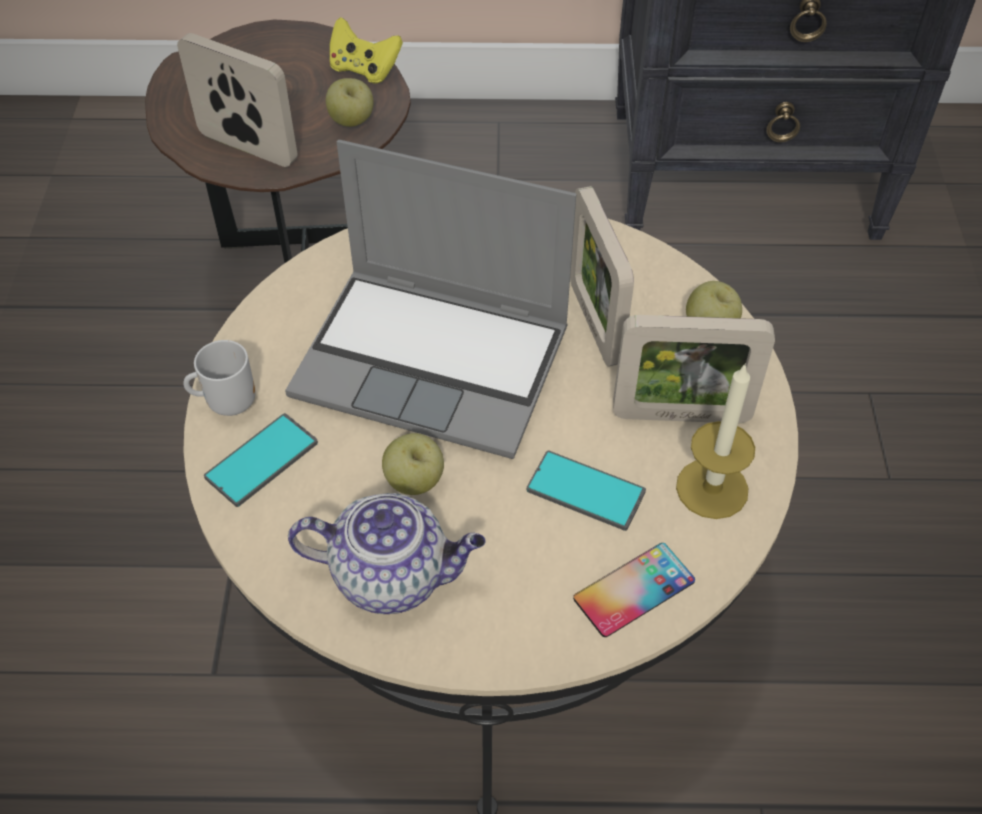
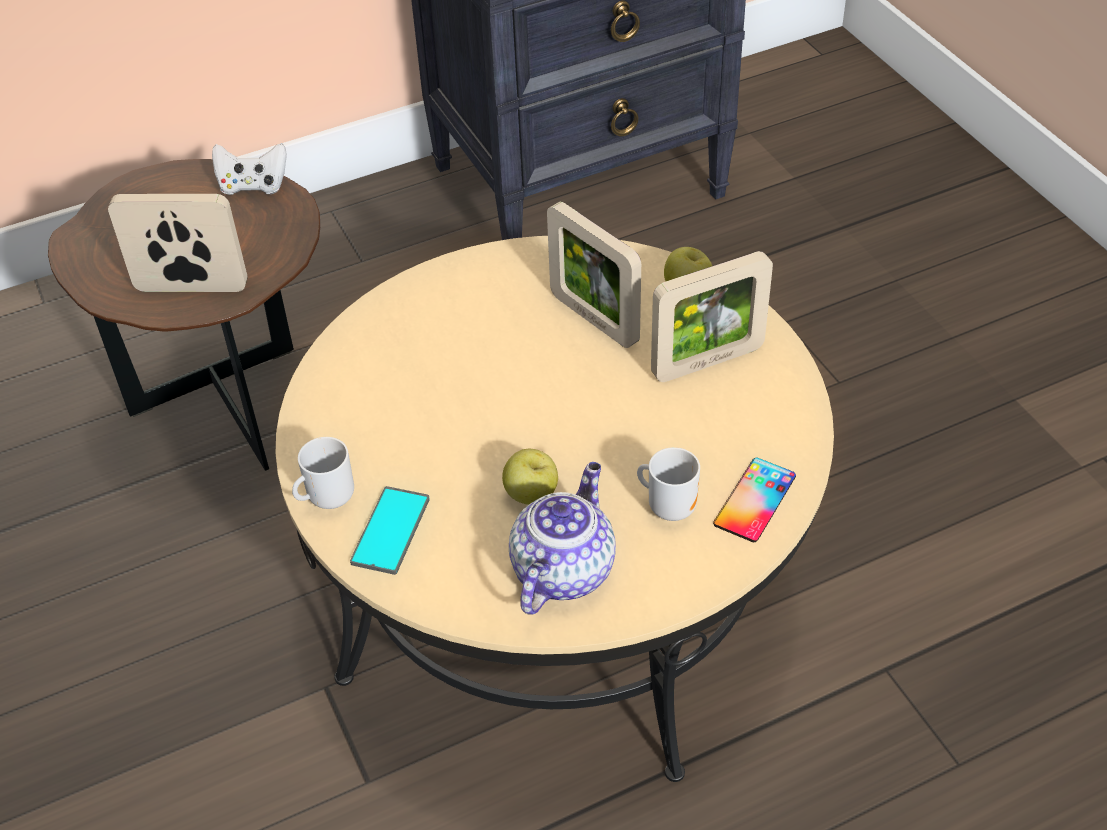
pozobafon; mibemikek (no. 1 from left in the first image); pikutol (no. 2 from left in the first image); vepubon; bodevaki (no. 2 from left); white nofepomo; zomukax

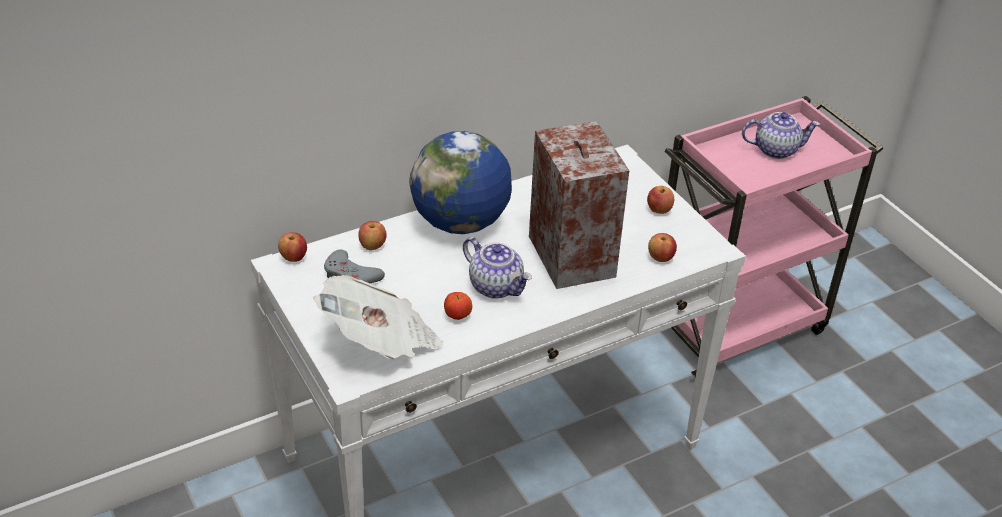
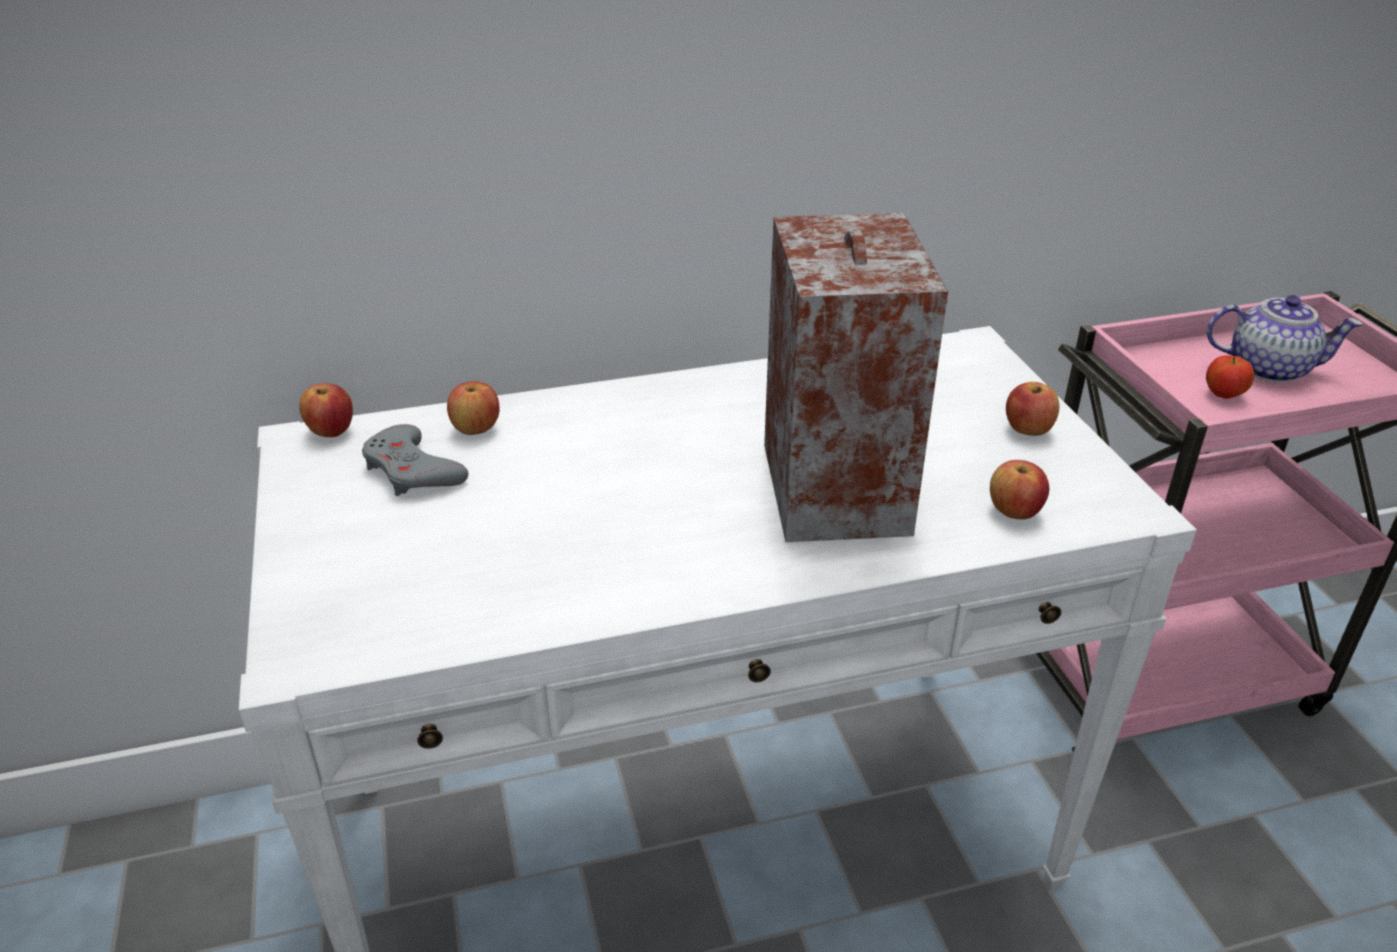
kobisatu; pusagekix; zomukax (no. 1 from left in the first image); mibemikek (no. 5 from left)

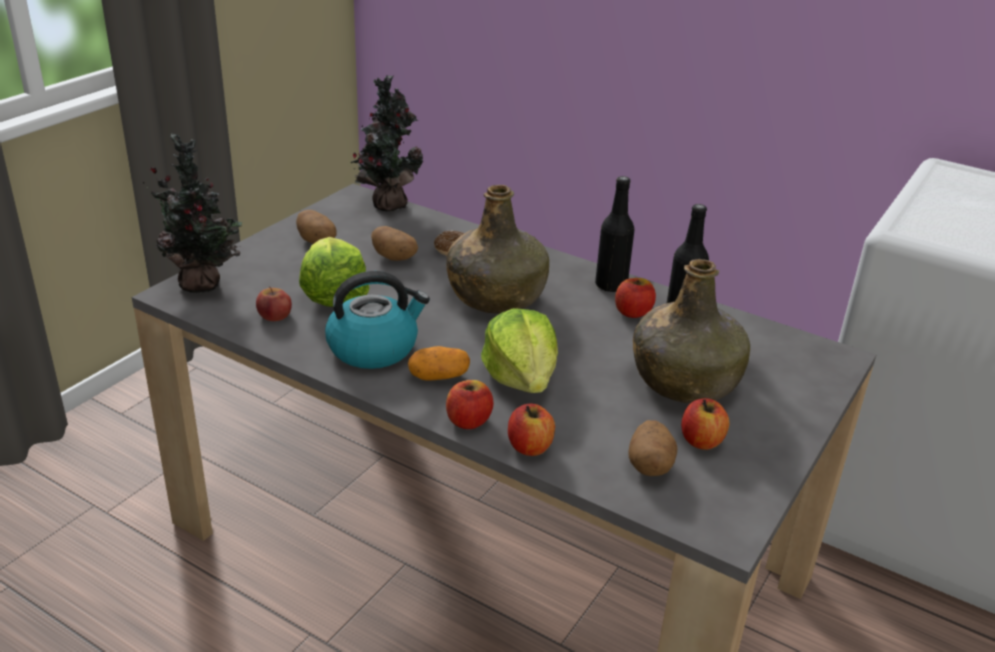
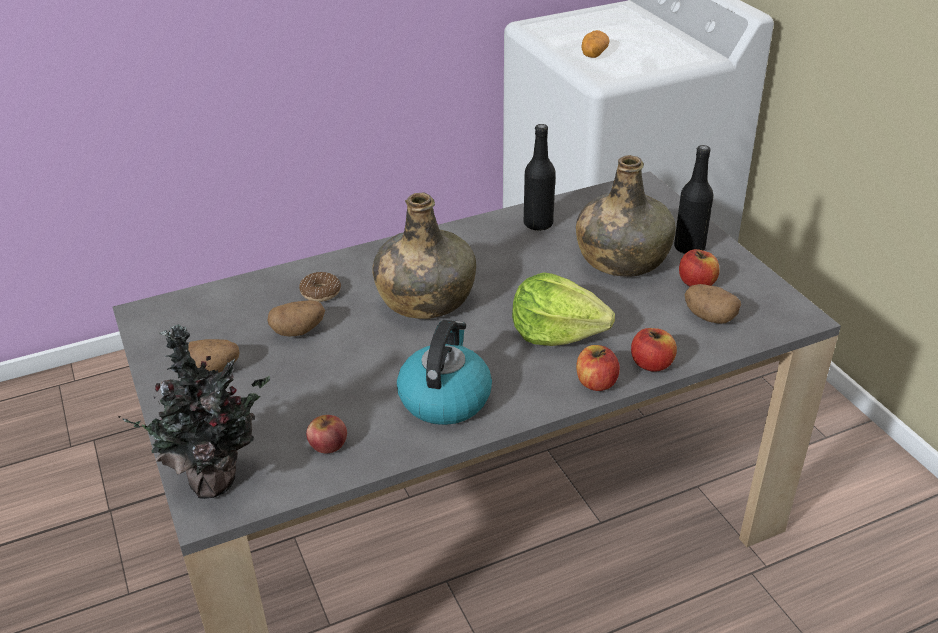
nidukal (no. 1 from left in the first image); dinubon (no. 2 from left in the first image); mibemikek (no. 4 from left in the first image); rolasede (no. 3 from left); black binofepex (no. 2 from left)

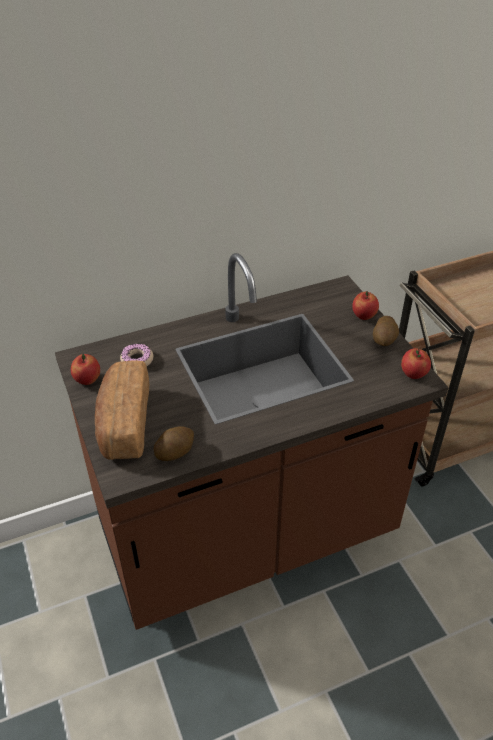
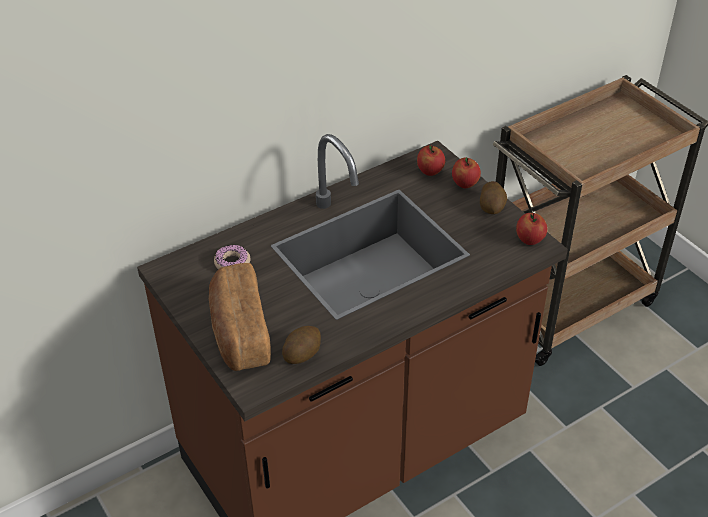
mibemikek (no. 1 from left)

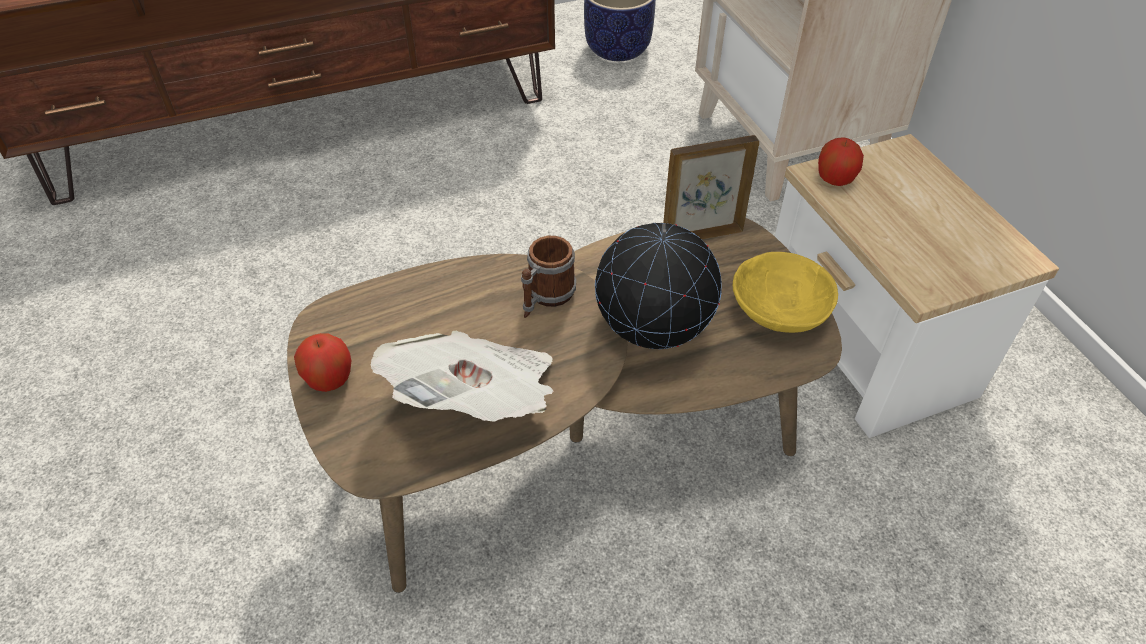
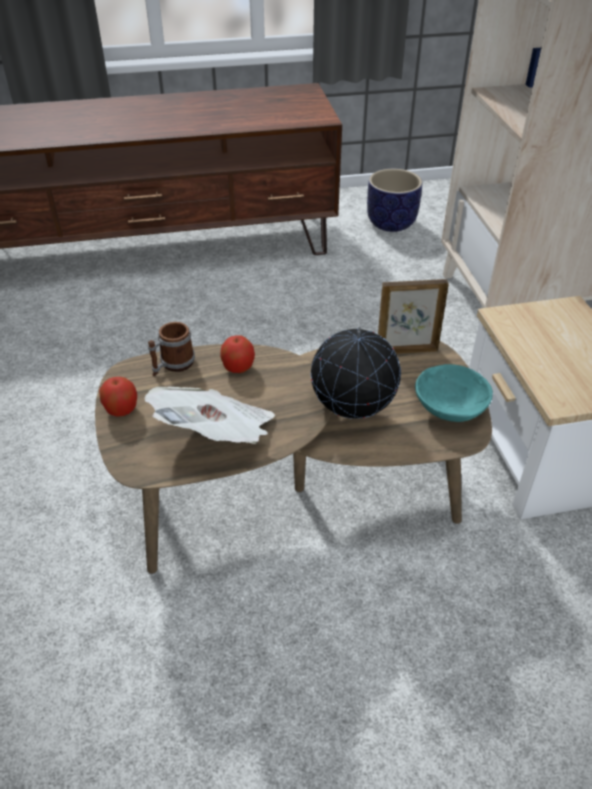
bodevaki; mibemikek (no. 2 from left); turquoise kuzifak

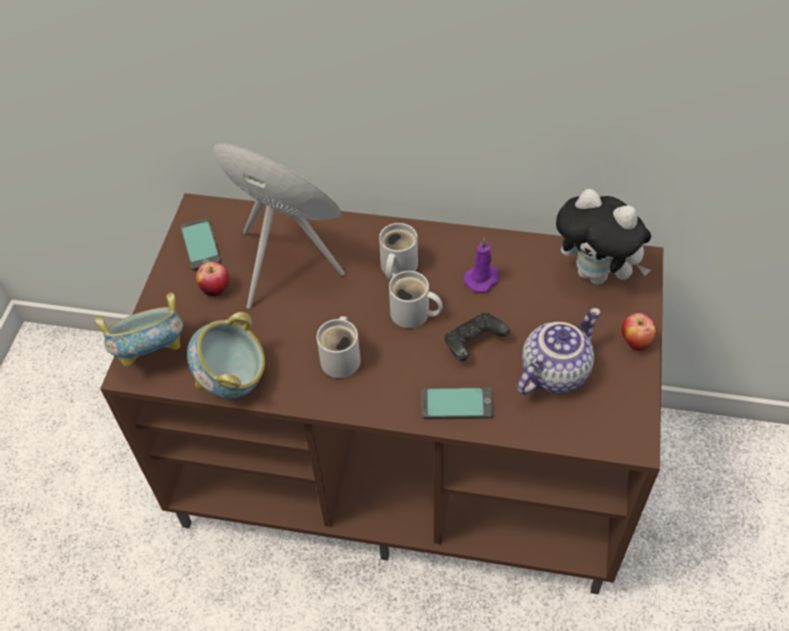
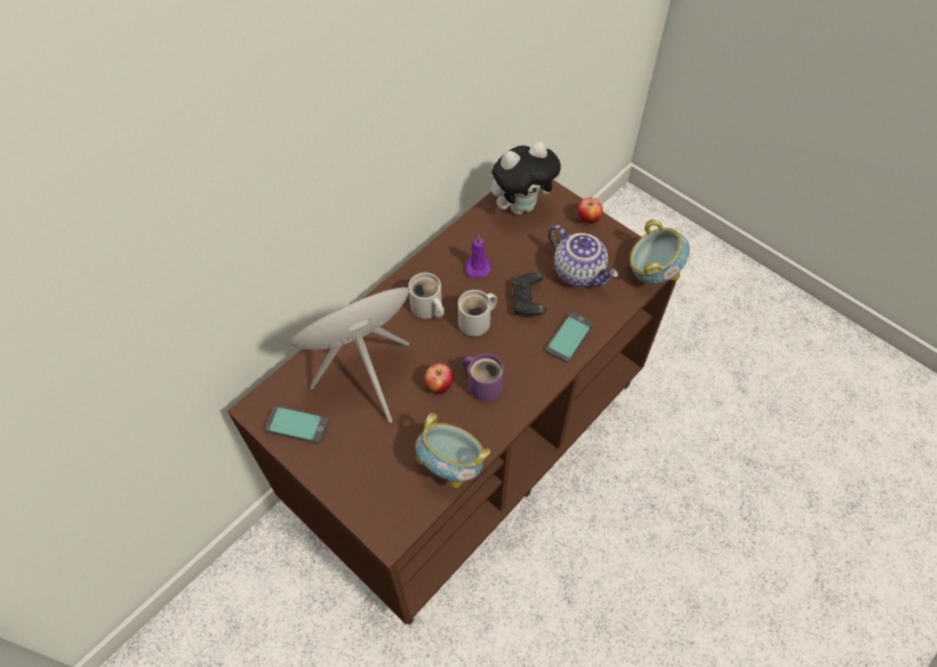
kuzifak (no. 2 from left); mibemikek (no. 1 from left); purple bodevaki; zomukax

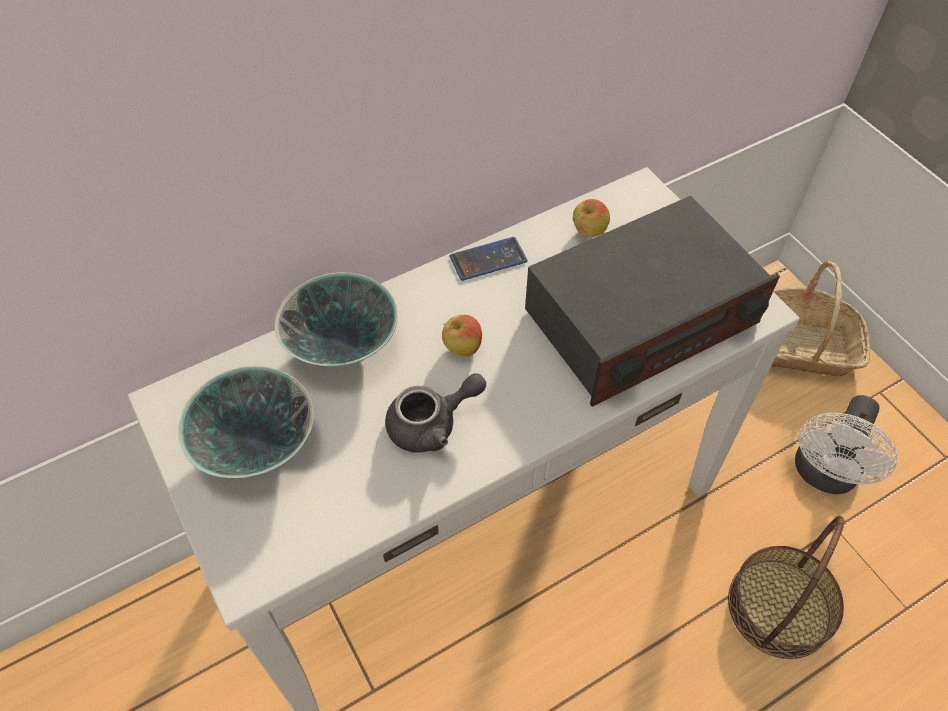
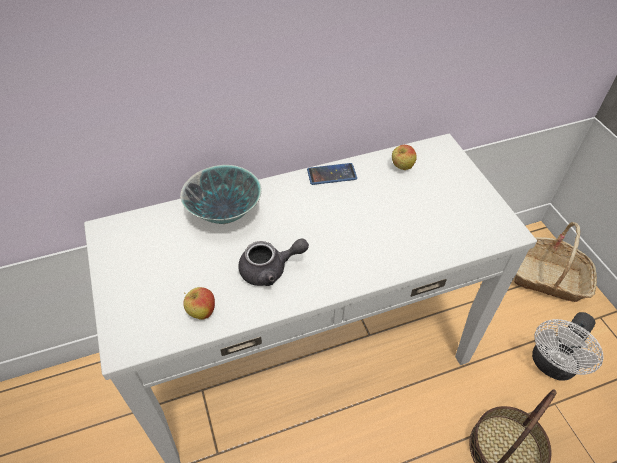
kuzifak (no. 1 from left in the first image); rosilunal; mibemikek (no. 1 from left)

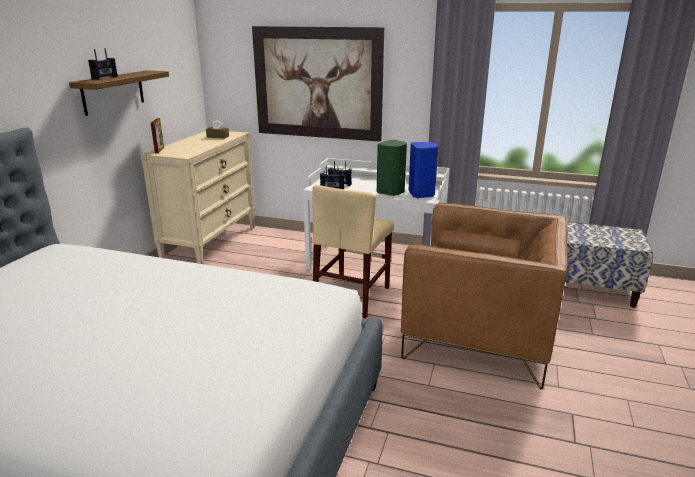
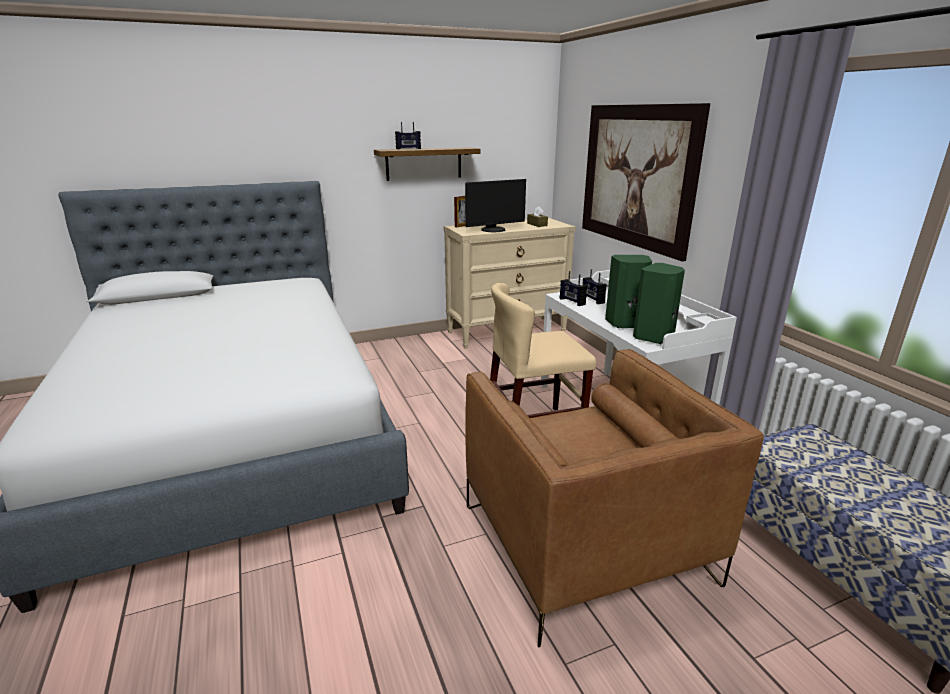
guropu; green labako (no. 2 from left)

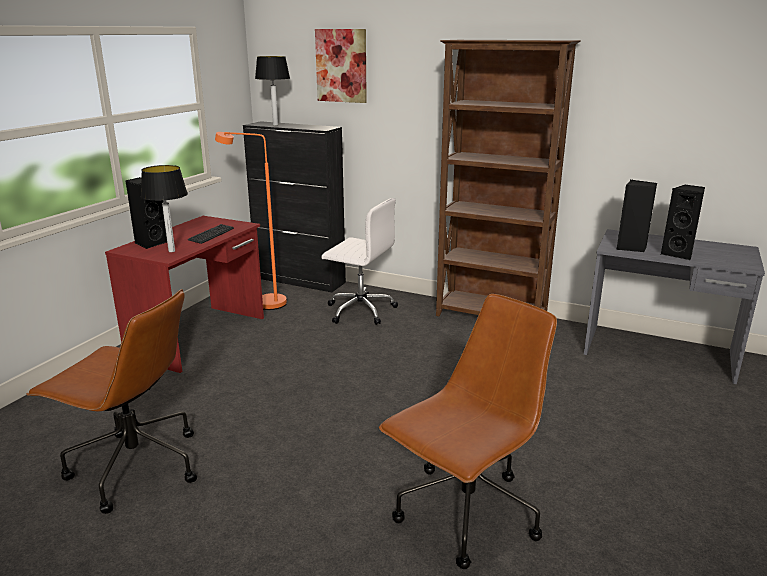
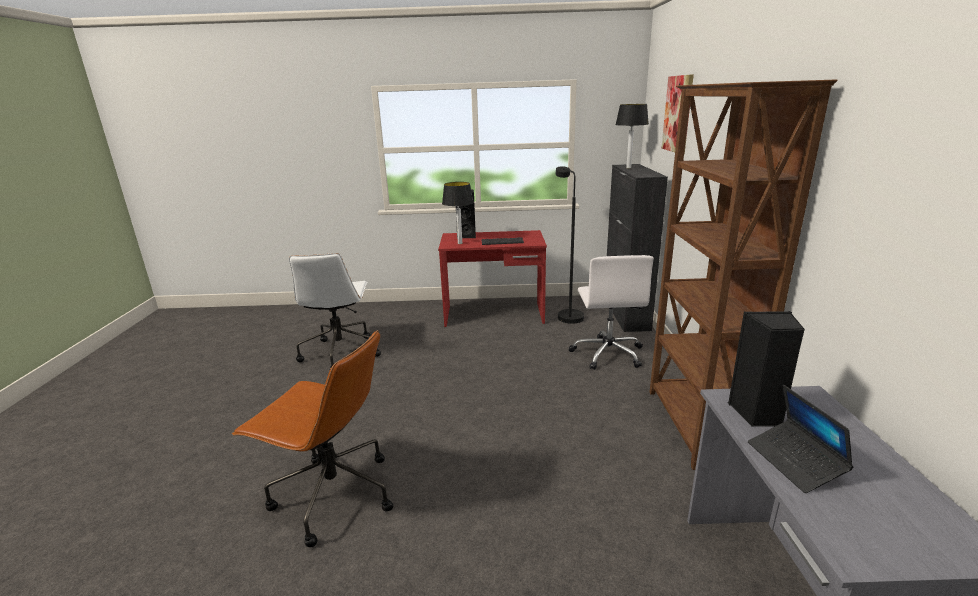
pozobafon; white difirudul (no. 1 from left); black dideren

